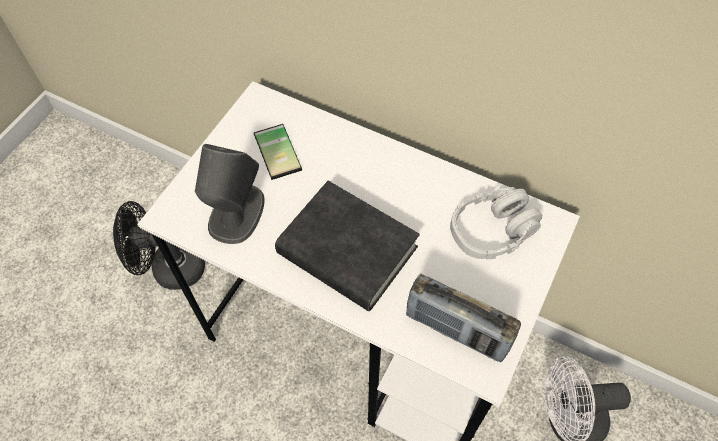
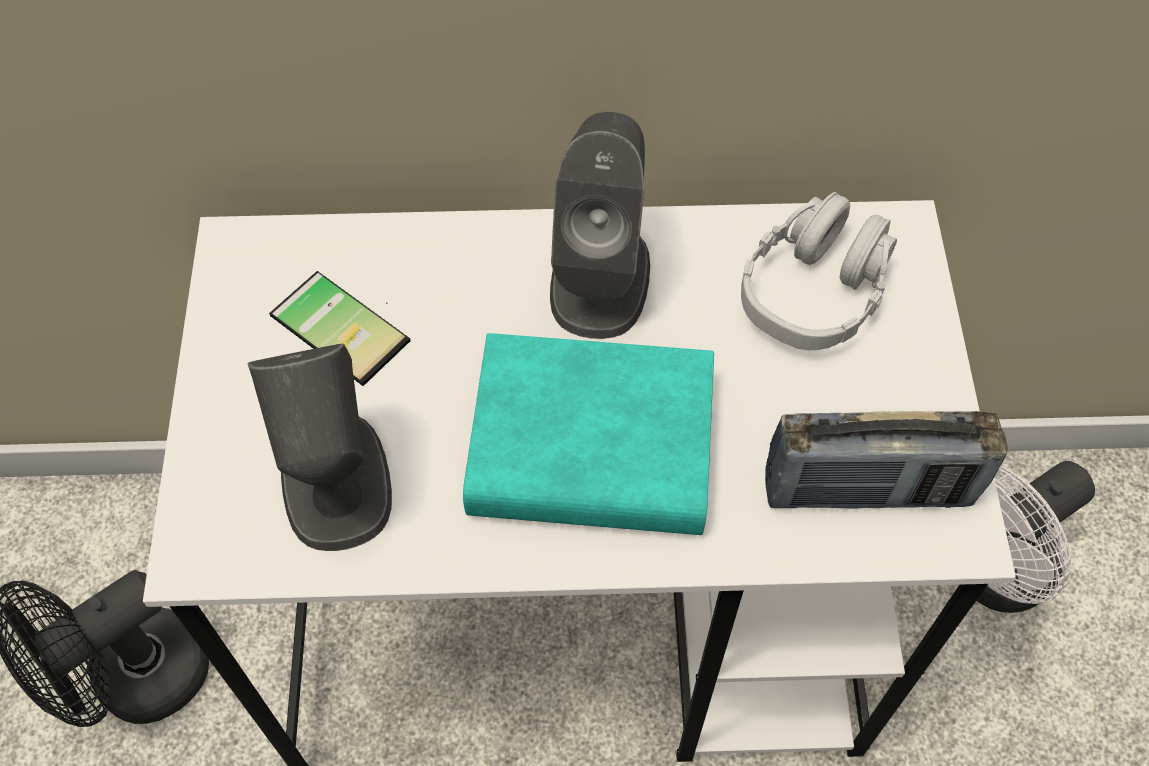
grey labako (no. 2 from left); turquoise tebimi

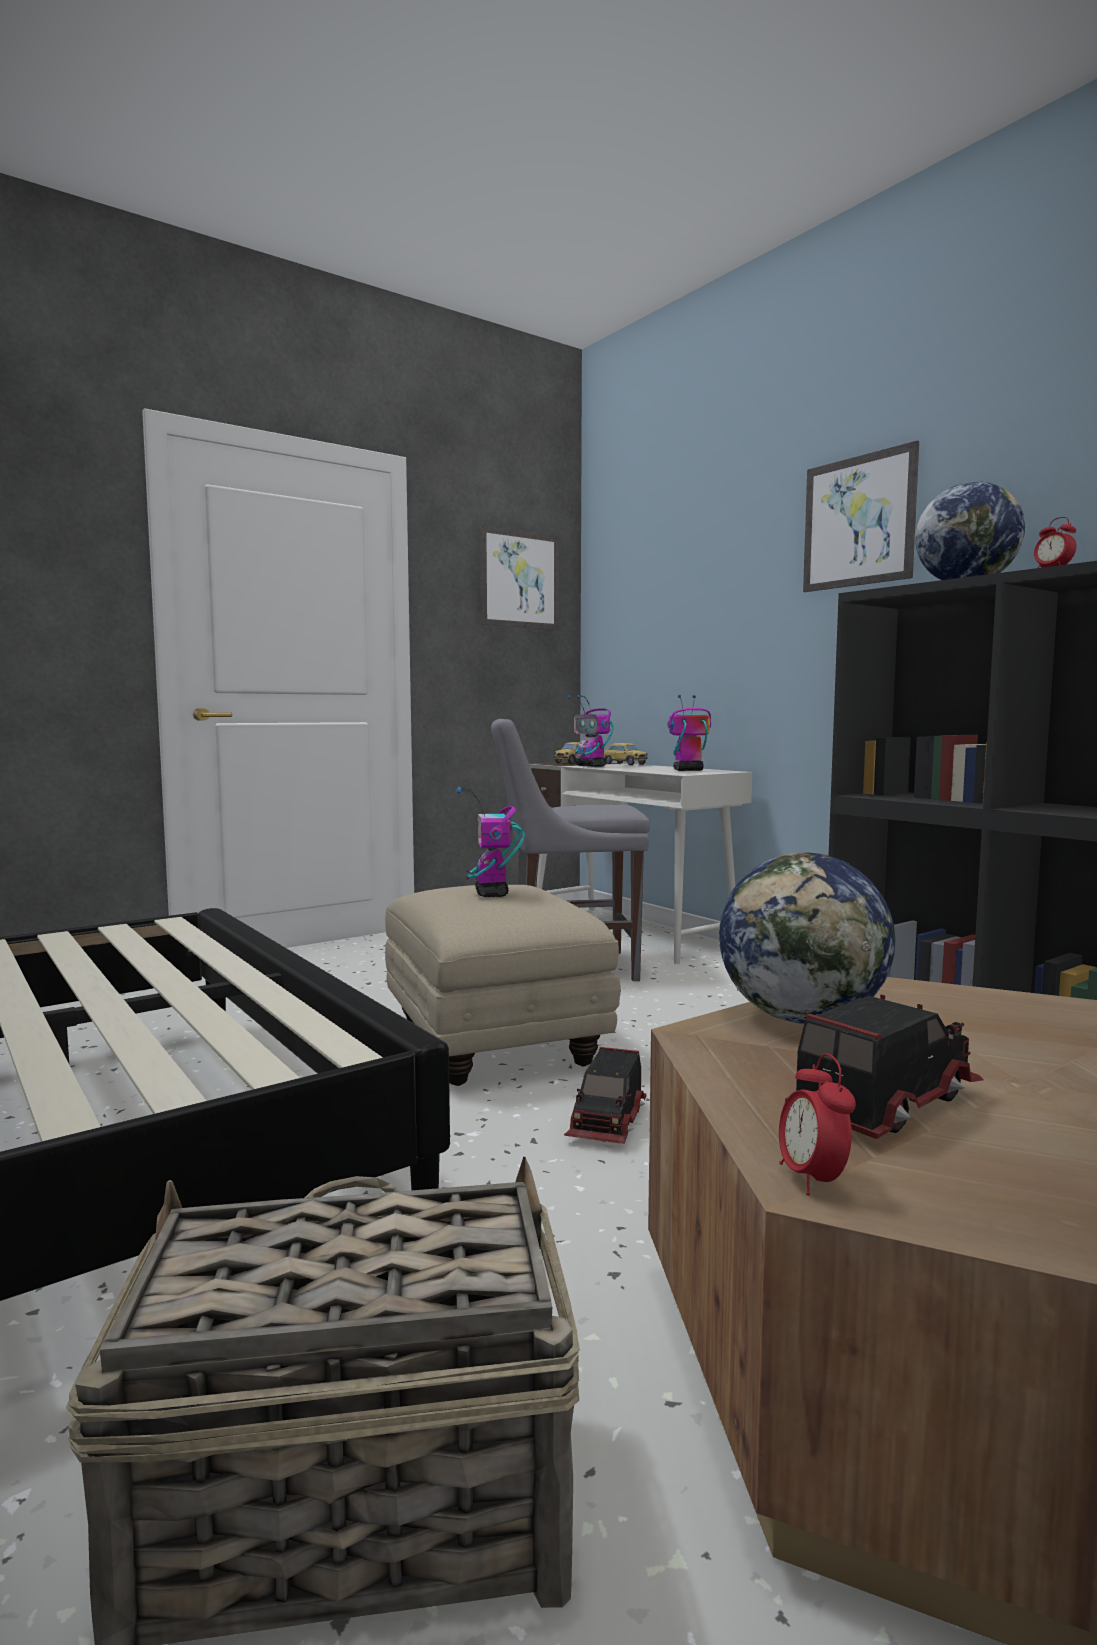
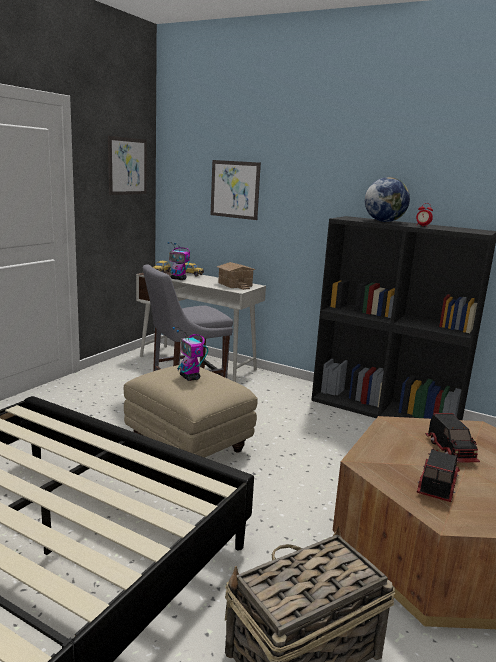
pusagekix (no. 1 from left in the first image); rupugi (no. 1 from left in the first image); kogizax (no. 2 from left); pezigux (no. 2 from left); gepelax

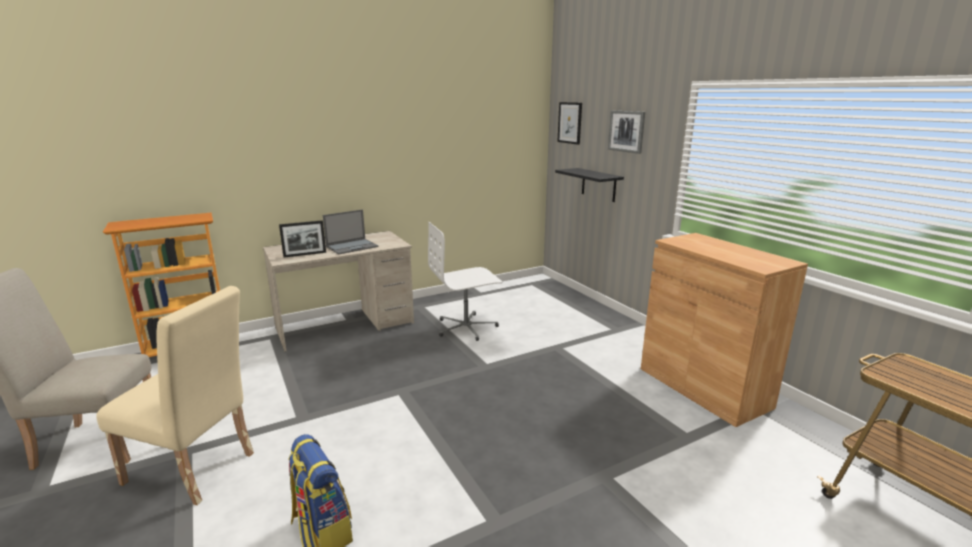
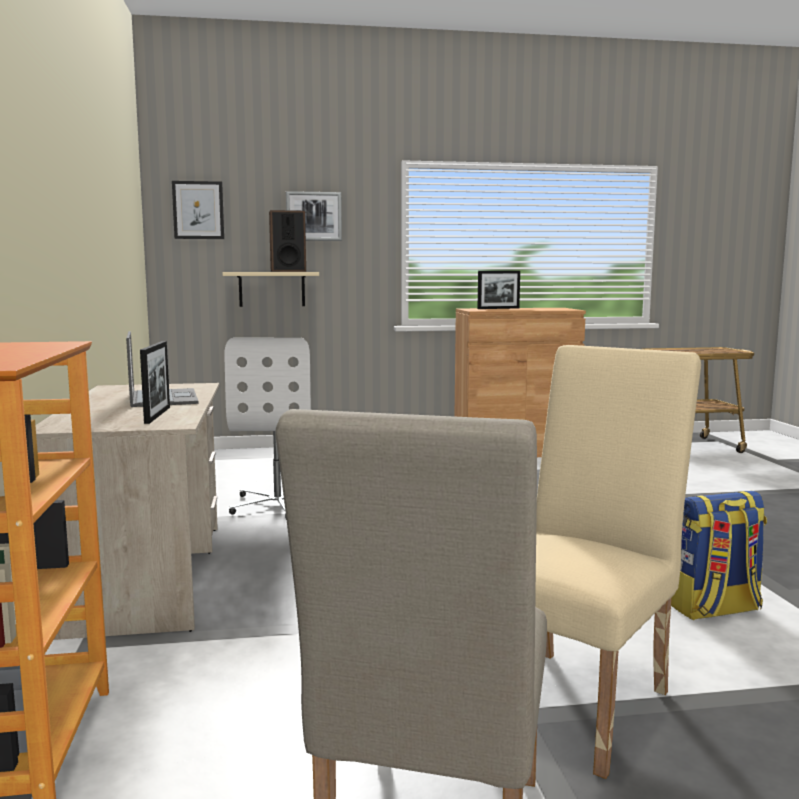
labako; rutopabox (no. 2 from left); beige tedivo

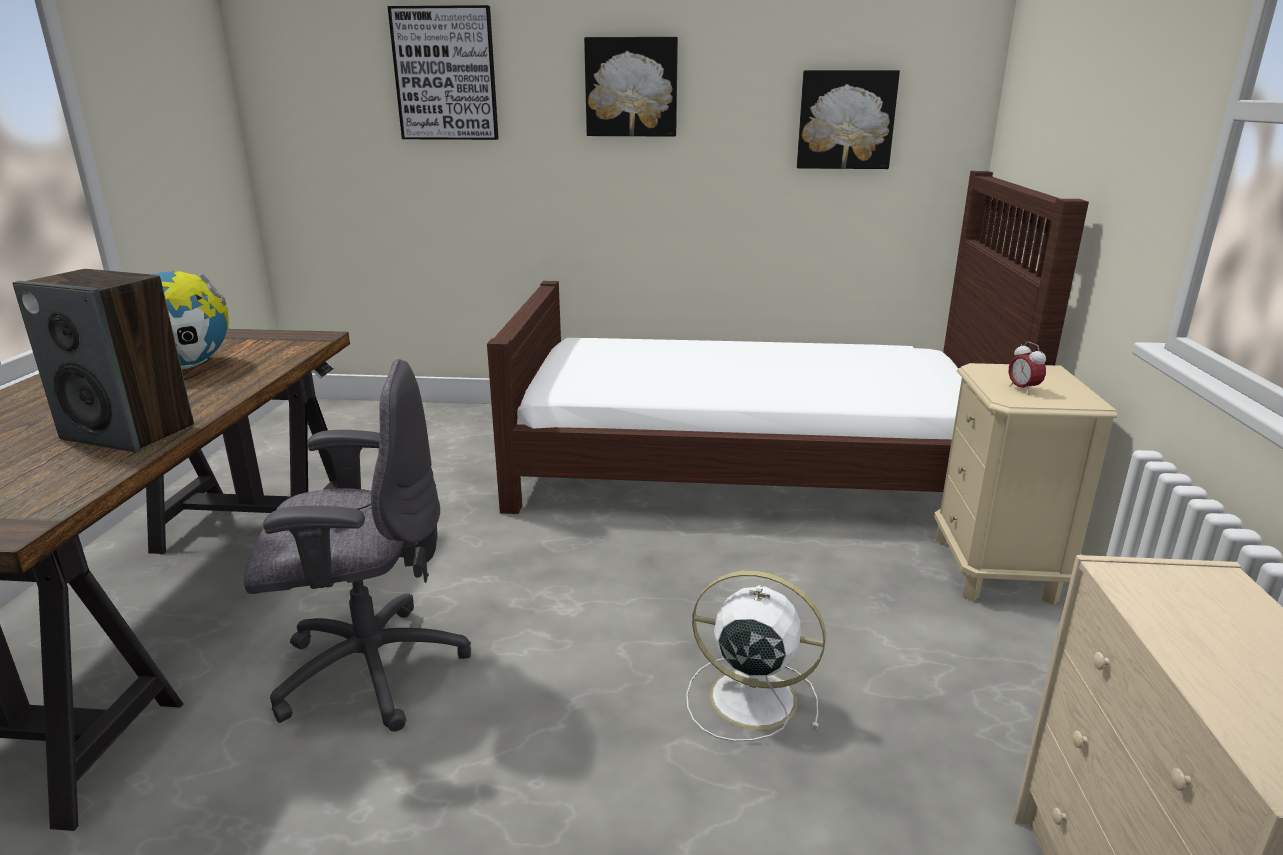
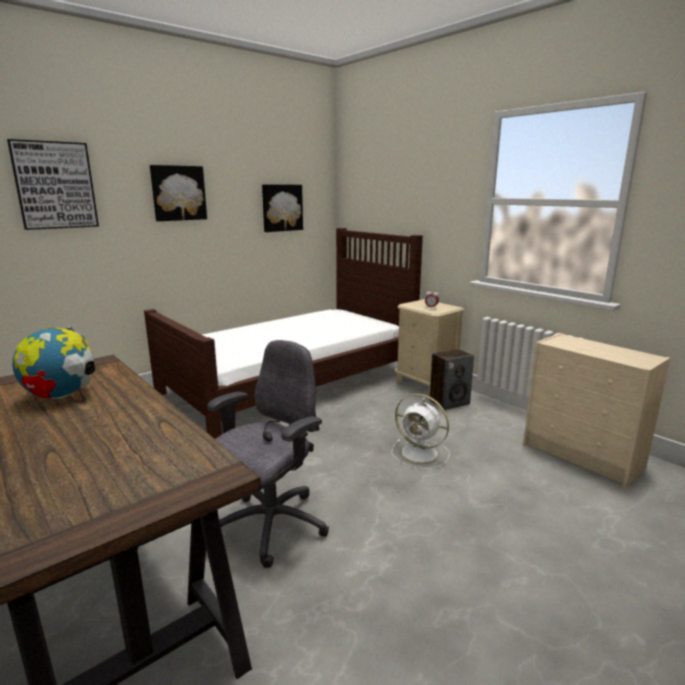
labako; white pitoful

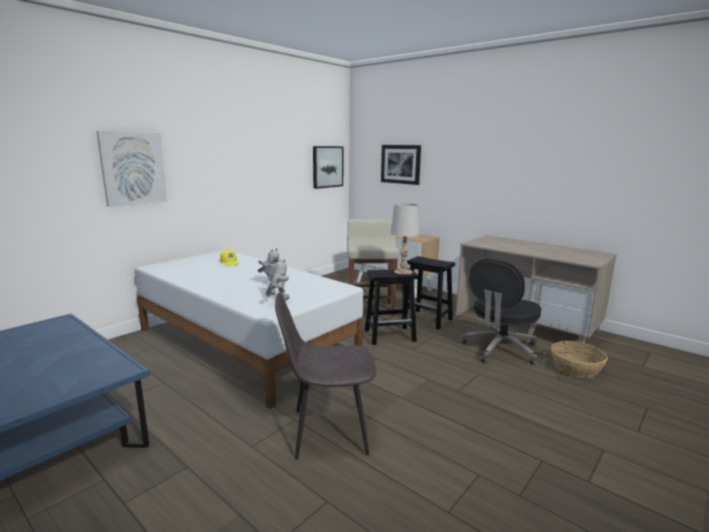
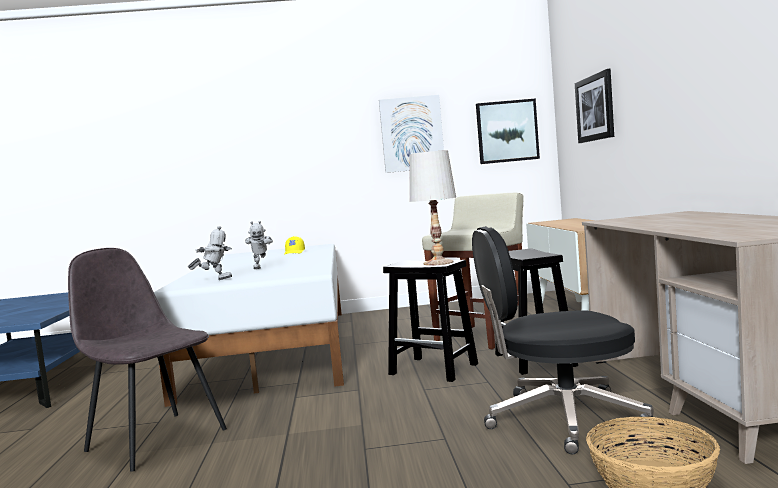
pezigux (no. 1 from left)

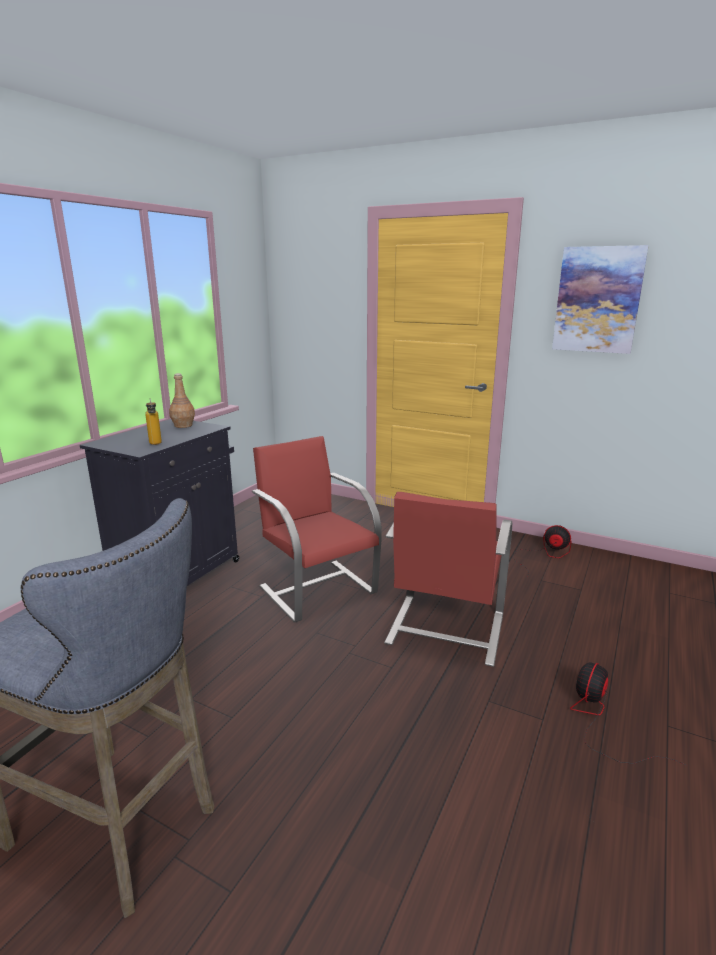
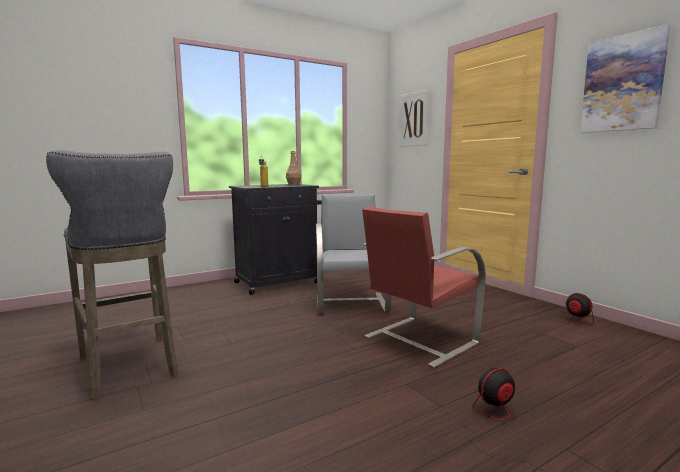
pezigux (no. 1 from left); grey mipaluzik

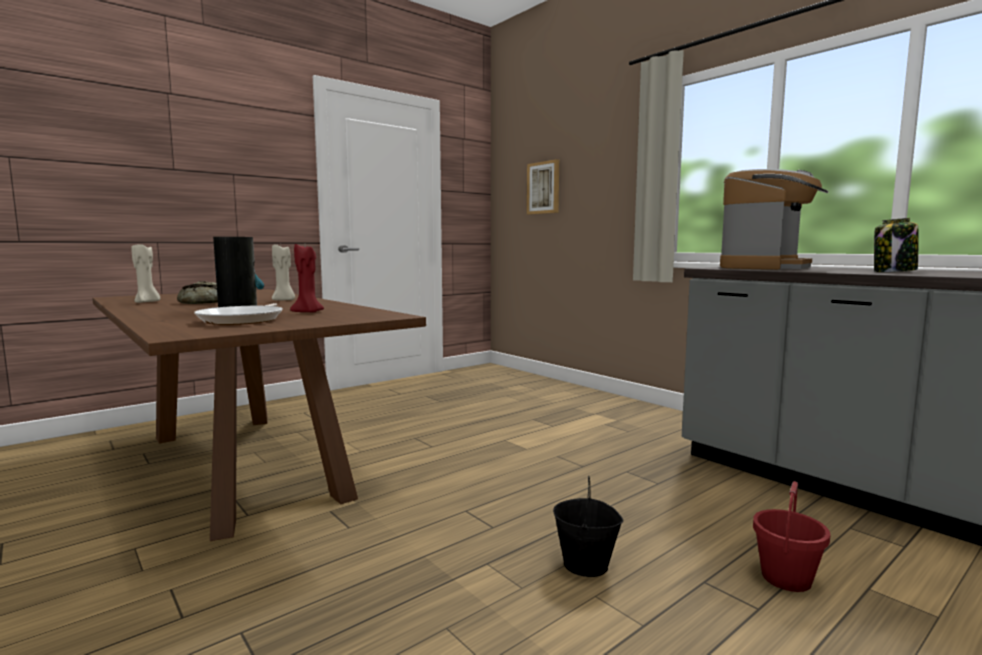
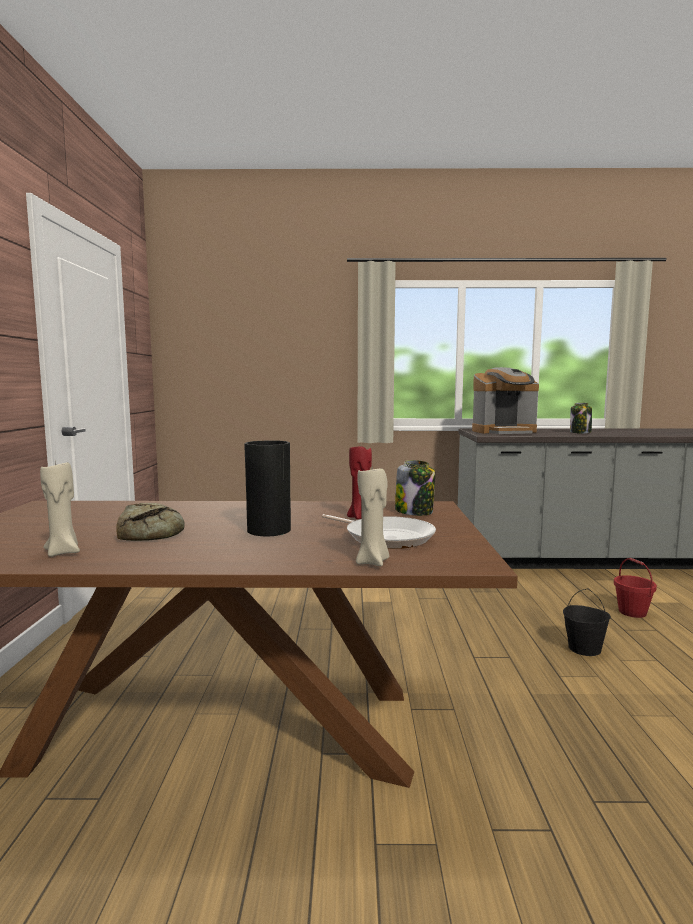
pezigux; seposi (no. 1 from left); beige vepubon (no. 2 from left); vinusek

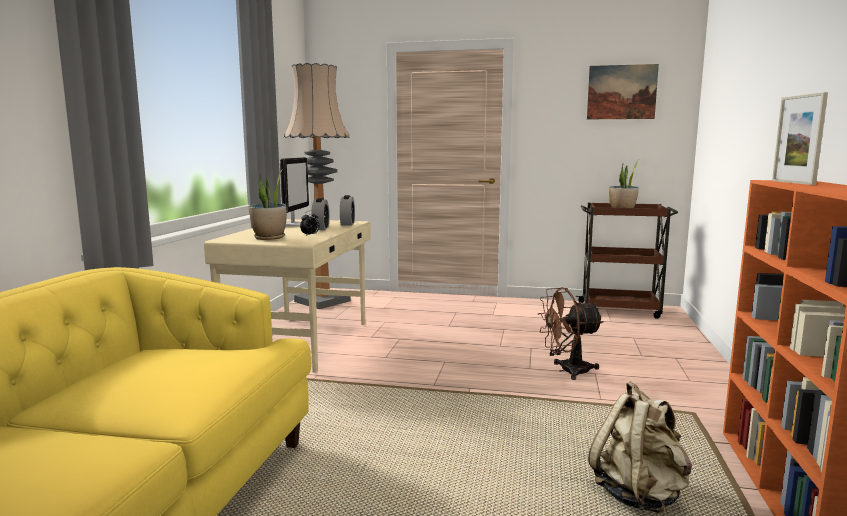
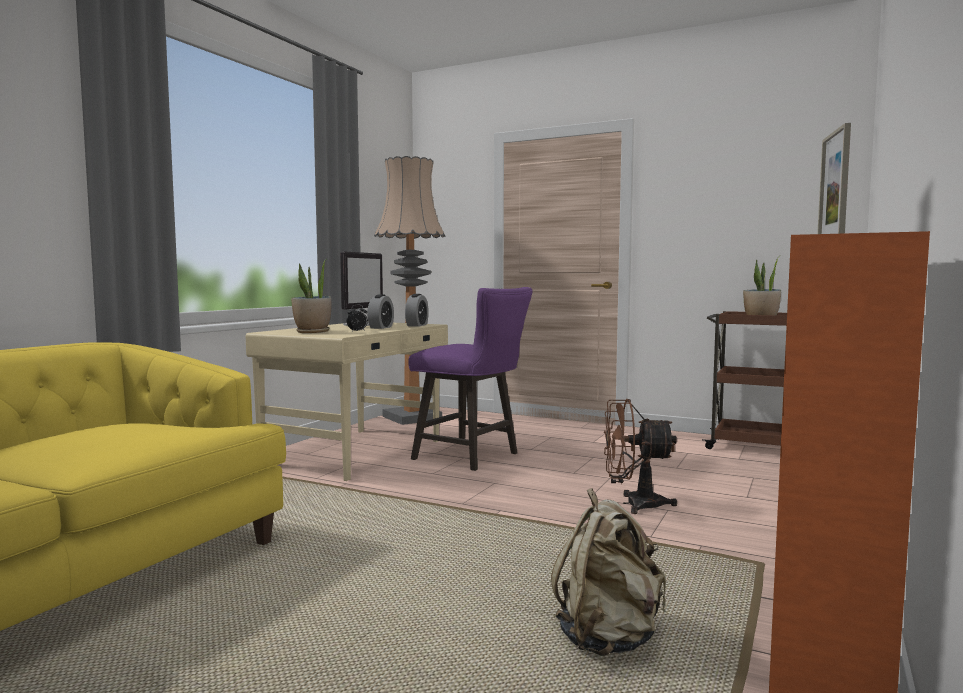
pezigux; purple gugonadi

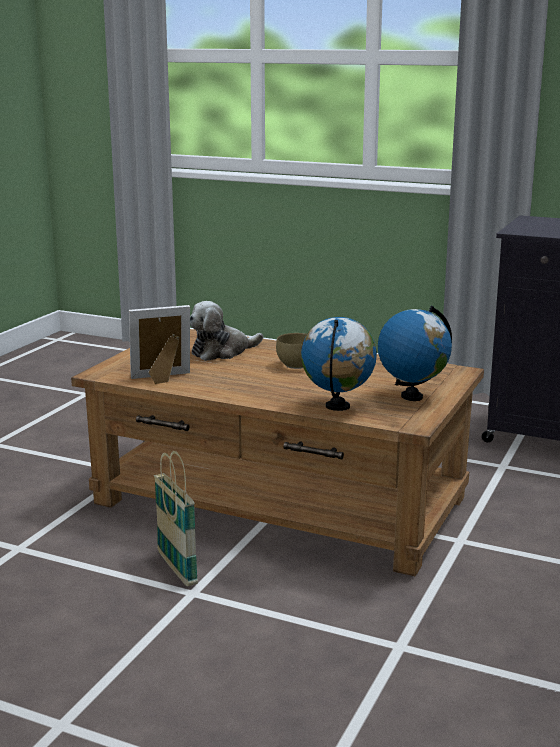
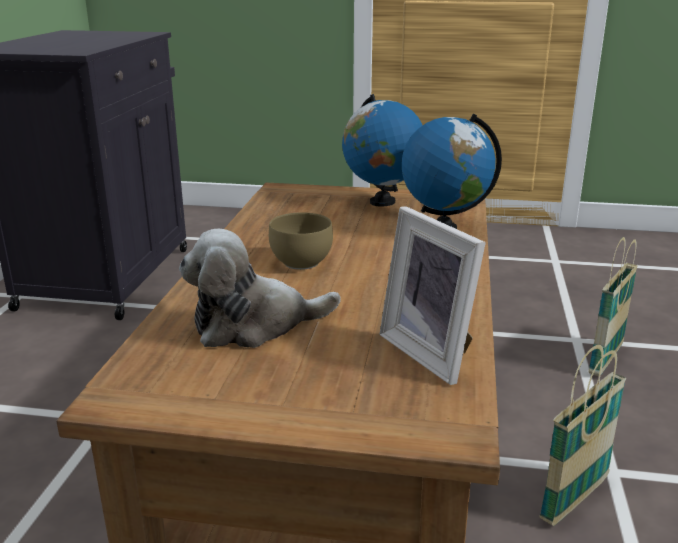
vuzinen (no. 2 from left); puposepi

